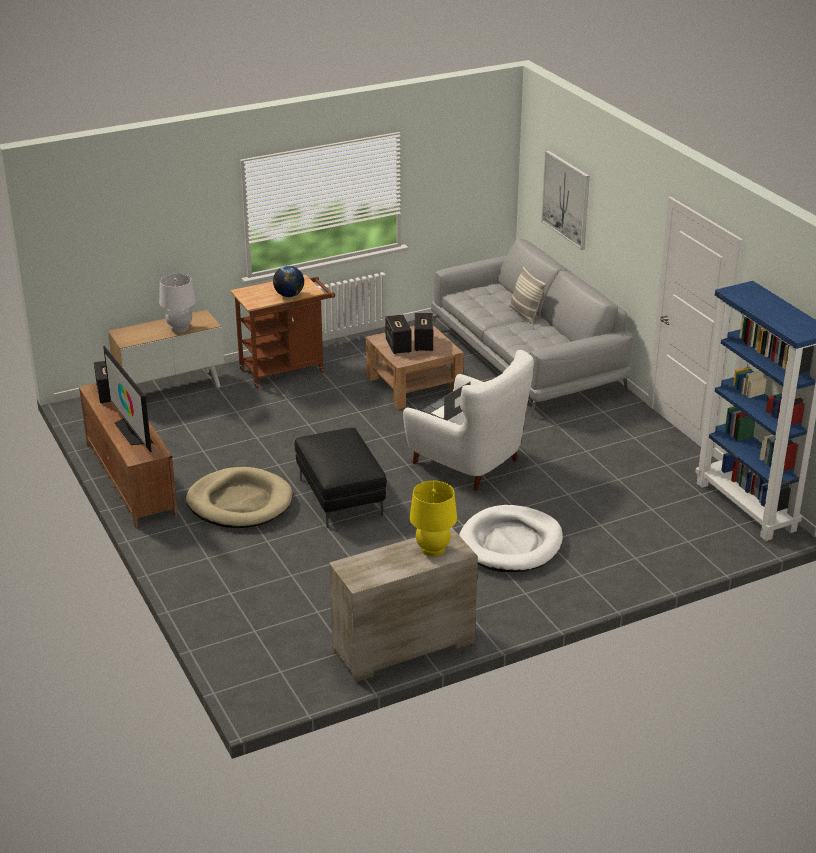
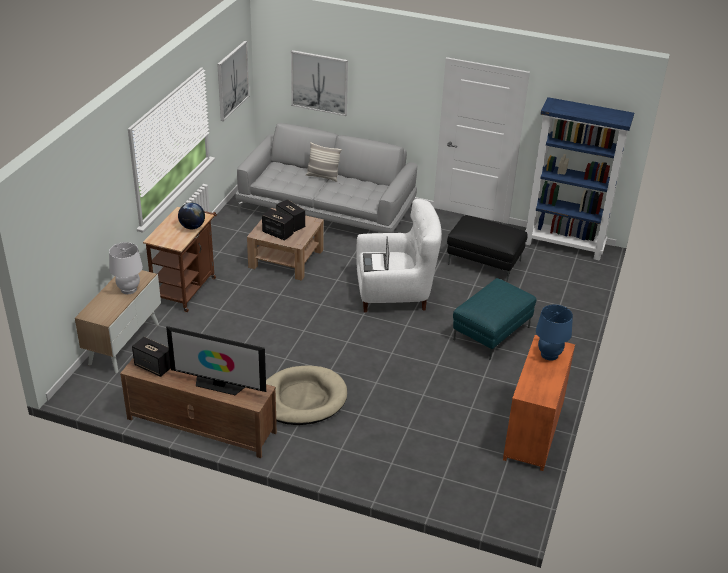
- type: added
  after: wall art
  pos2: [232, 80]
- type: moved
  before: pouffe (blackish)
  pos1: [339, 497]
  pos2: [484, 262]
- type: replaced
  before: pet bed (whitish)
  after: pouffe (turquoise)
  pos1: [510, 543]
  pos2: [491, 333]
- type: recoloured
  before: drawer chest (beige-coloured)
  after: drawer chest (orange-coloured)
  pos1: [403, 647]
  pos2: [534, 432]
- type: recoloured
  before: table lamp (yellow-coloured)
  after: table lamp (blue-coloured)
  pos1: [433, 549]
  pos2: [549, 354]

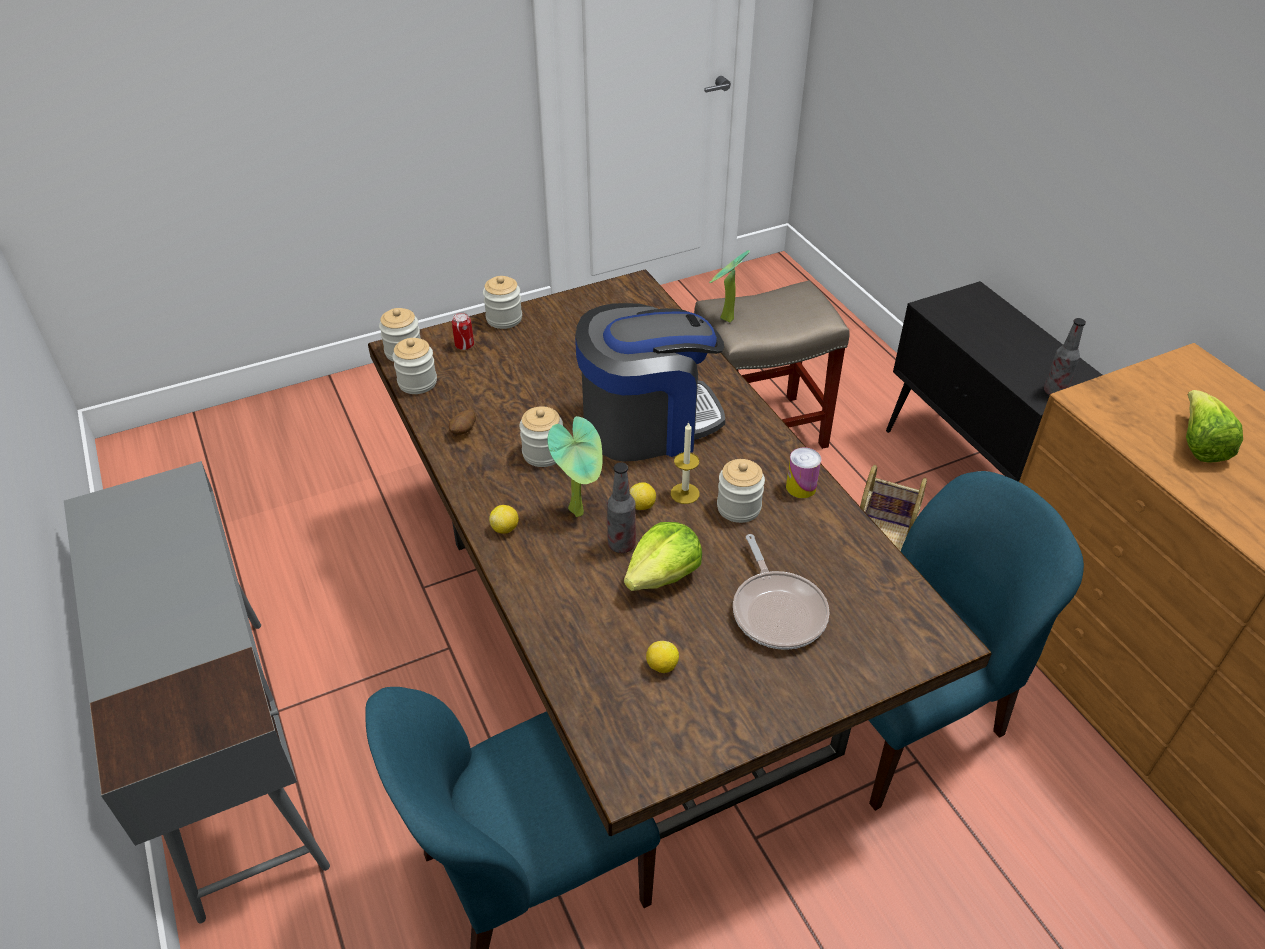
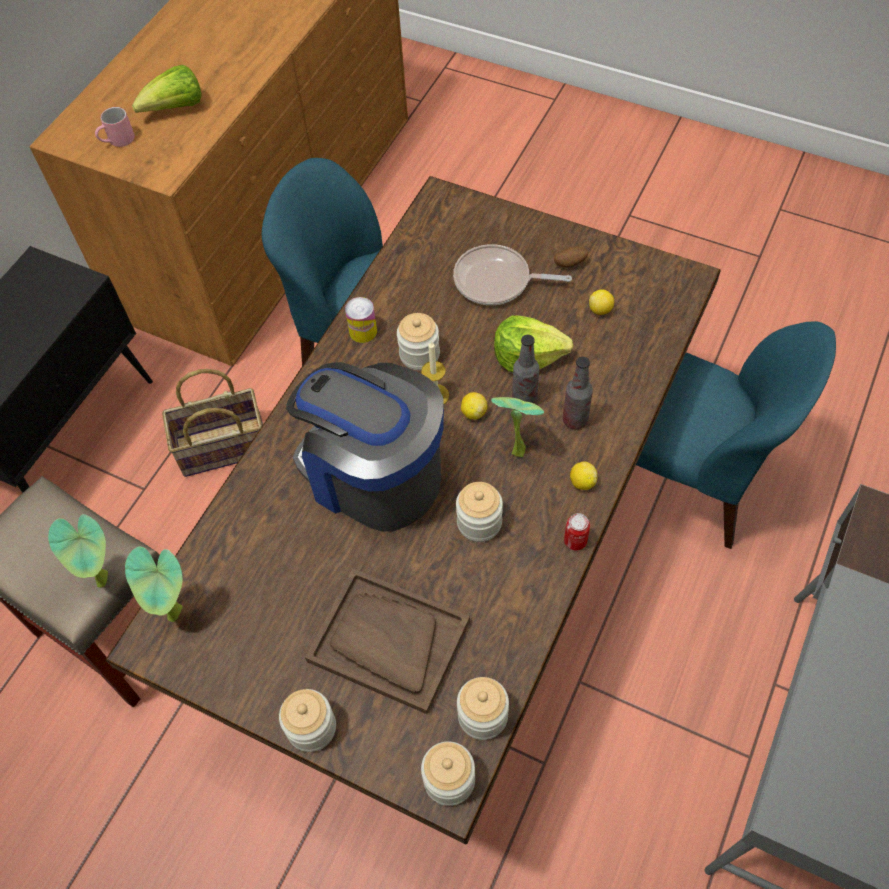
- type: added
  after: tea mug (pink-coloured)
  pos2: [118, 141]
- type: added
  after: potted plant
  pos2: [177, 615]
- type: added
  after: tray (brown-coloured)
  pos2: [388, 641]
- type: moved
  before: whole potato
  pos1: [464, 431]
  pos2: [570, 263]
- type: moved
  before: can
  pos1: [464, 345]
  pos2: [575, 541]
- type: moved
  before: bottle
  pos1: [1054, 391]
  pos2: [575, 420]
- type: turned
  before: skillet
  pos1: [777, 610]
  pos2: [497, 281]
  turn: -120

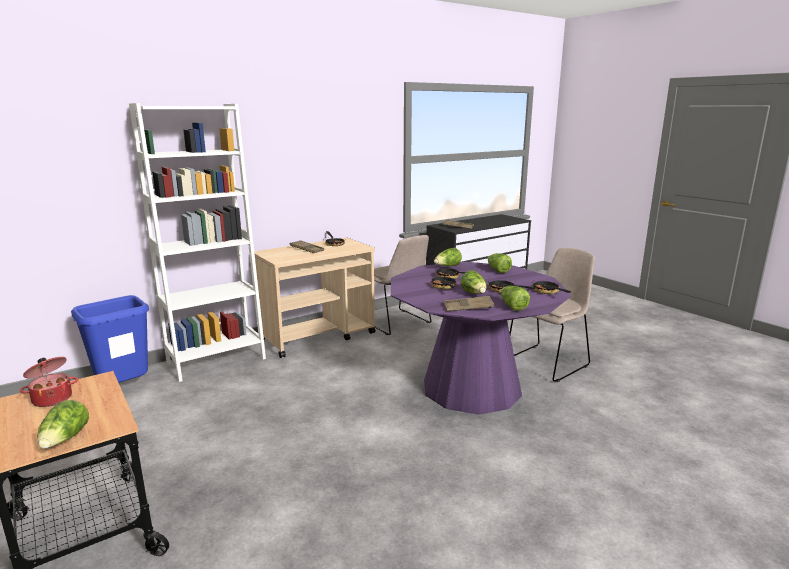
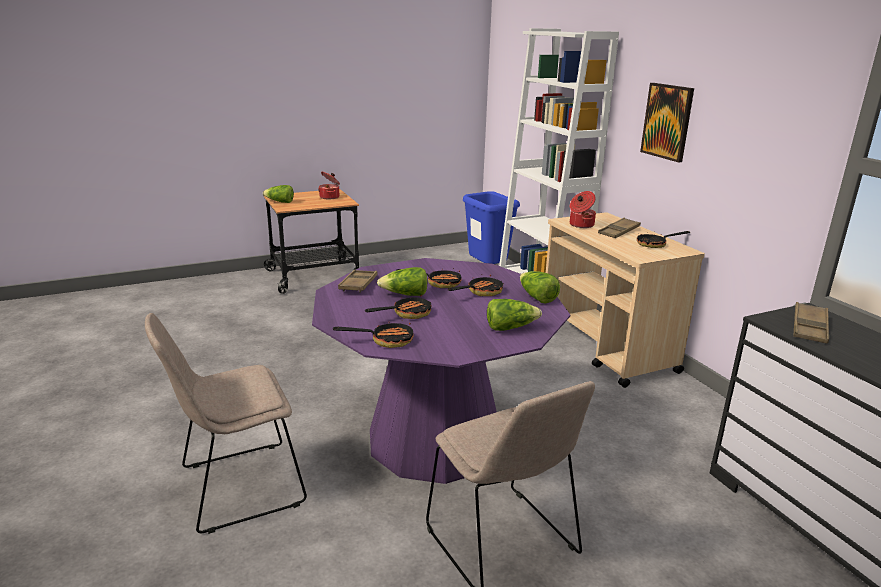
- type: removed
  before: head of lettuce
  pos1: [512, 306]
- type: added
  after: cooking pot
  pos2: [580, 225]
- type: added
  after: wall art
  pos2: [667, 121]
- type: moved
  before: upright chair (beige-coloured)
  pos1: [397, 323]
  pos2: [237, 487]

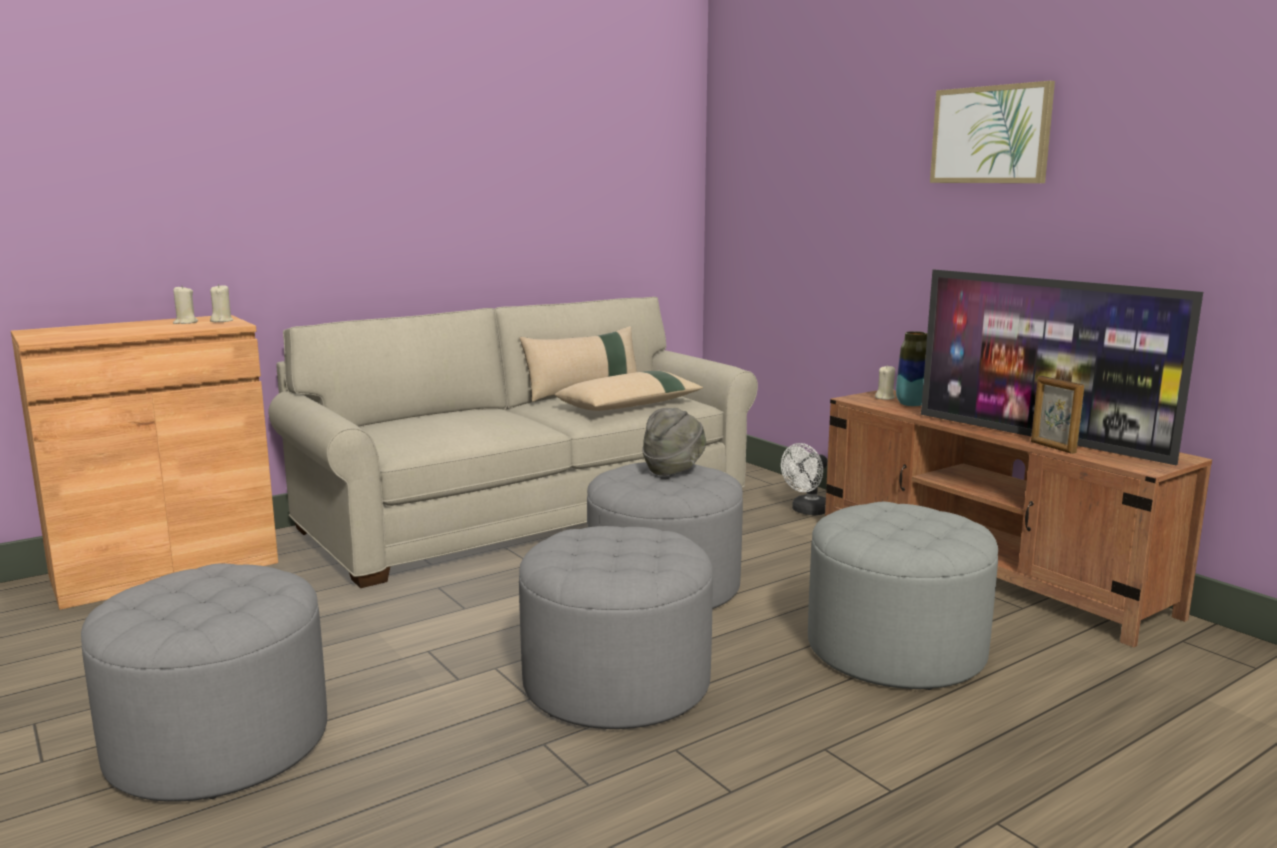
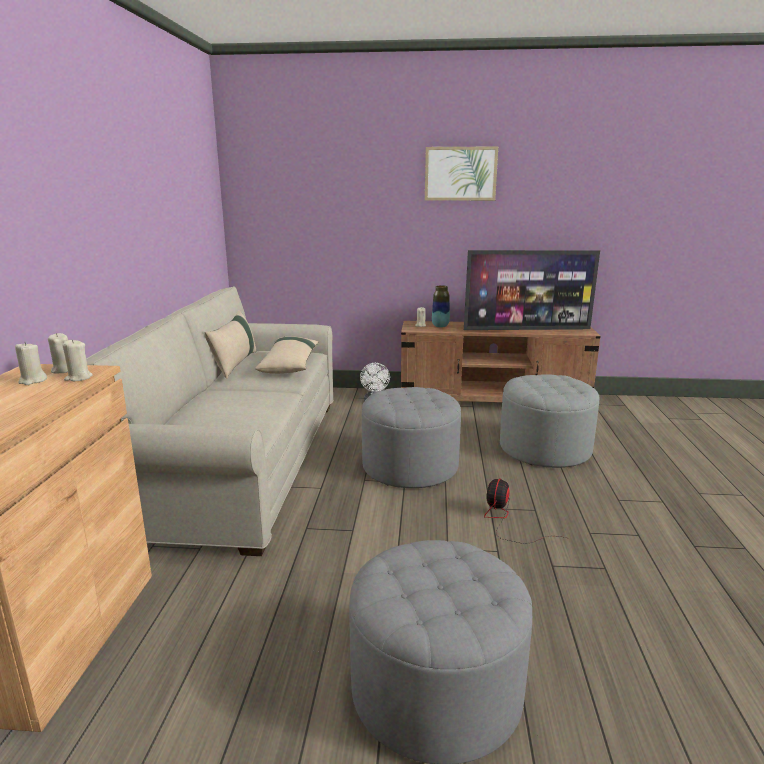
- type: removed
  before: clothing hat (greyish)
  pos1: [673, 470]
- type: removed
  before: standing frame
  pos1: [1052, 447]
- type: added
  after: wax candle (beige-coloured)
  pos2: [78, 378]
- type: replaced
  before: pouffe (greyish)
  after: cooling fan
  pos1: [616, 682]
  pos2: [506, 521]

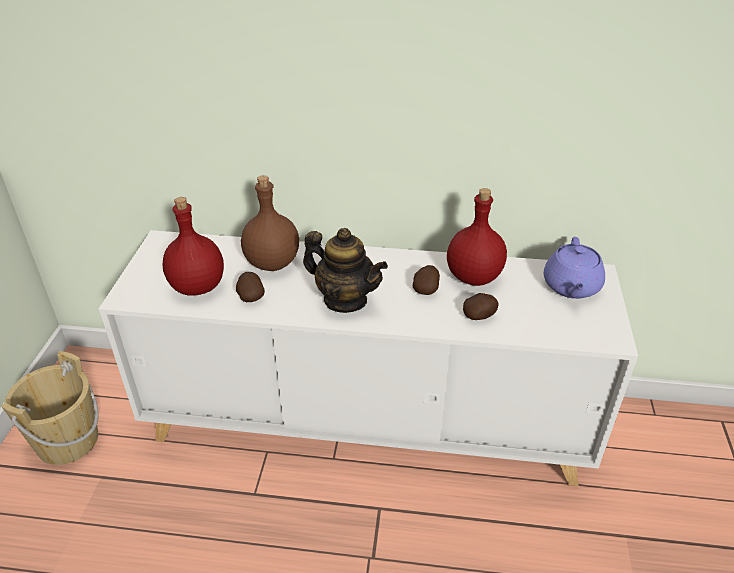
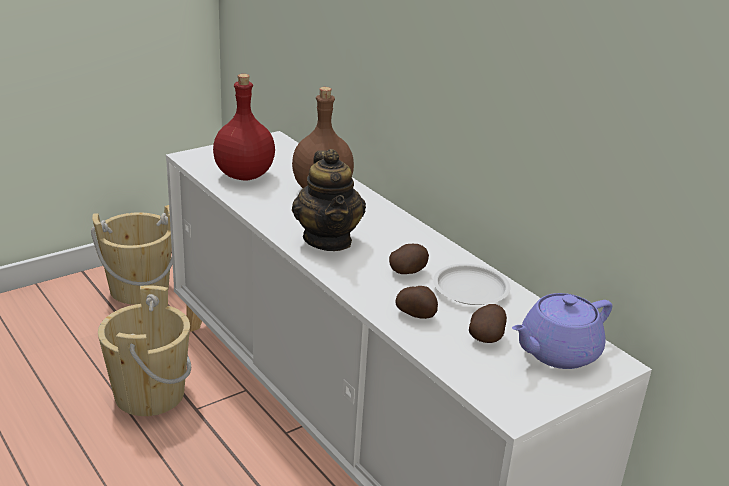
- type: added
  after: water bucket (beige-coloured)
  pos2: [149, 394]
- type: moved
  before: whole potato
  pos1: [250, 296]
  pos2: [487, 337]
- type: replaced
  before: bottle (reddish)
  after: plate (whitish)
  pos1: [474, 277]
  pos2: [470, 290]

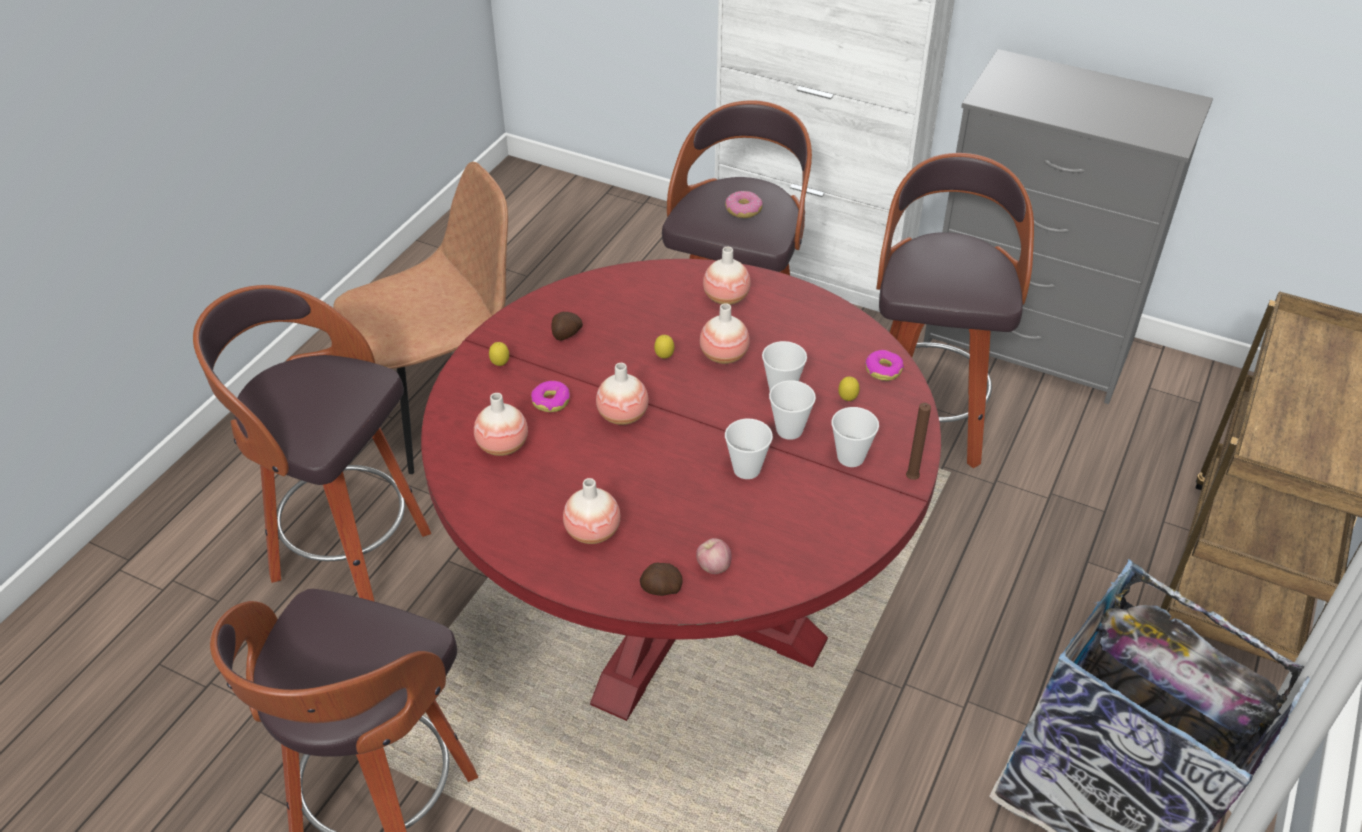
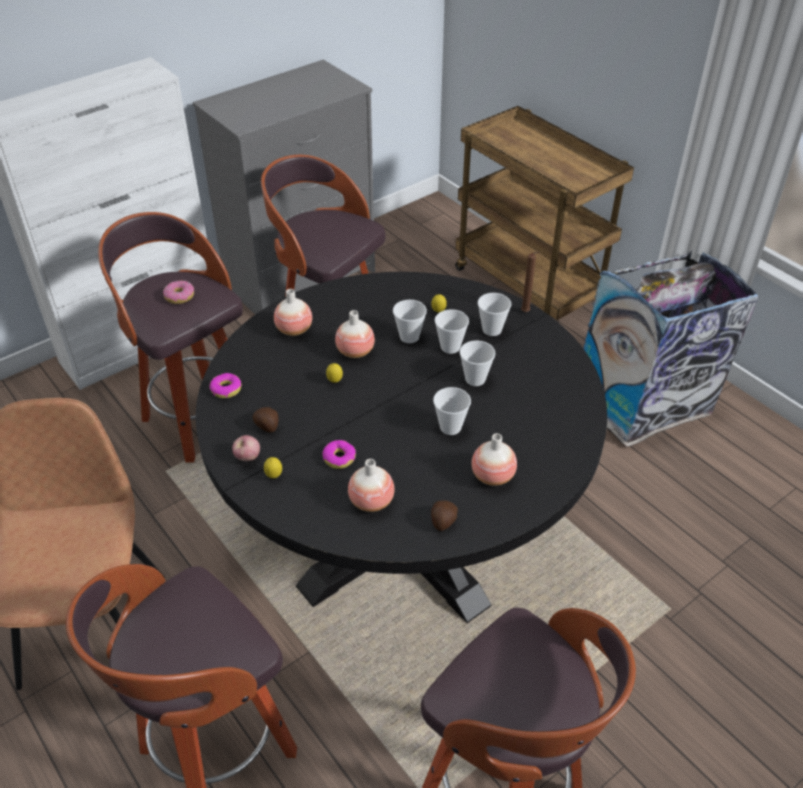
- type: removed
  before: decorative vase
  pos1: [622, 416]
- type: added
  after: small cup
  pos2: [450, 427]
- type: moved
  before: whole potato
  pos1: [661, 589]
  pos2: [442, 522]
- type: moved
  before: whole apple
  pos1: [713, 567]
  pos2: [247, 457]
- type: moved
  before: ring doughnut
  pos1: [883, 370]
  pos2: [226, 389]
- type: recoloured
  before: dinner table (reddish)
  after: dinner table (blackish)
  pos1: [681, 598]
  pos2: [401, 535]

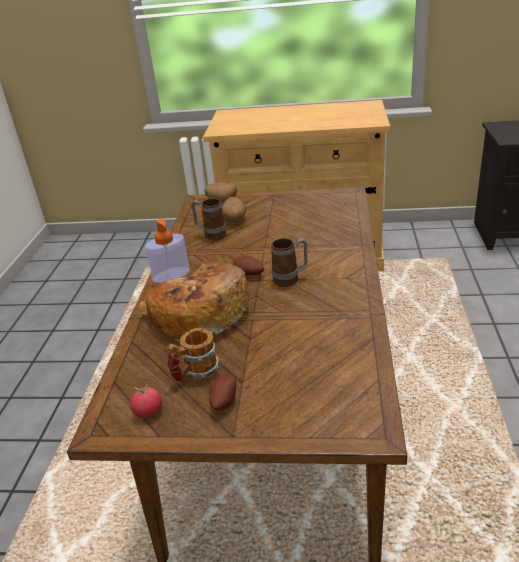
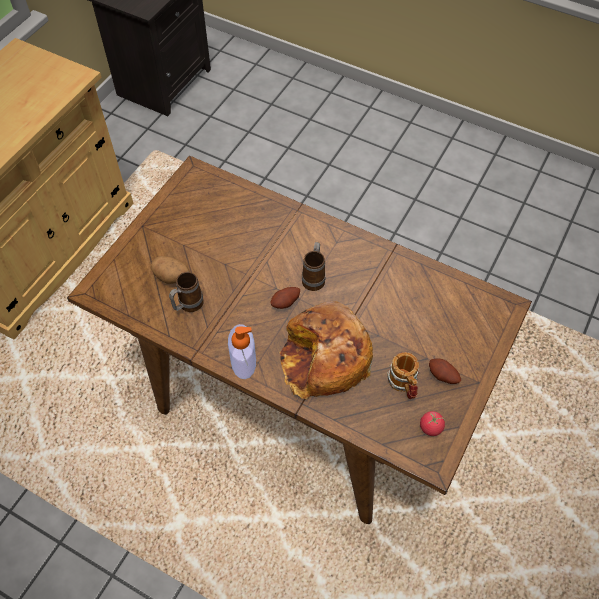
- type: removed
  before: whole potato
  pos1: [222, 201]

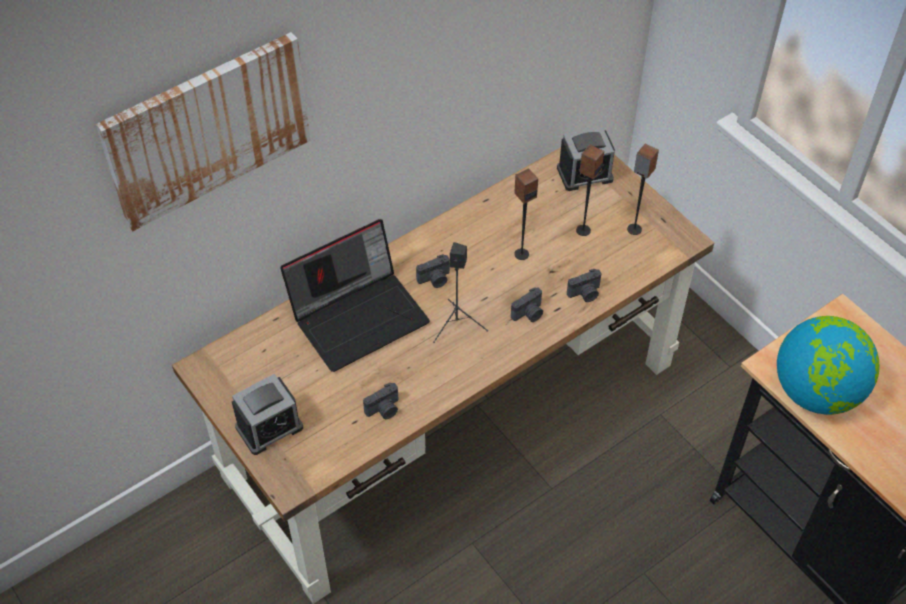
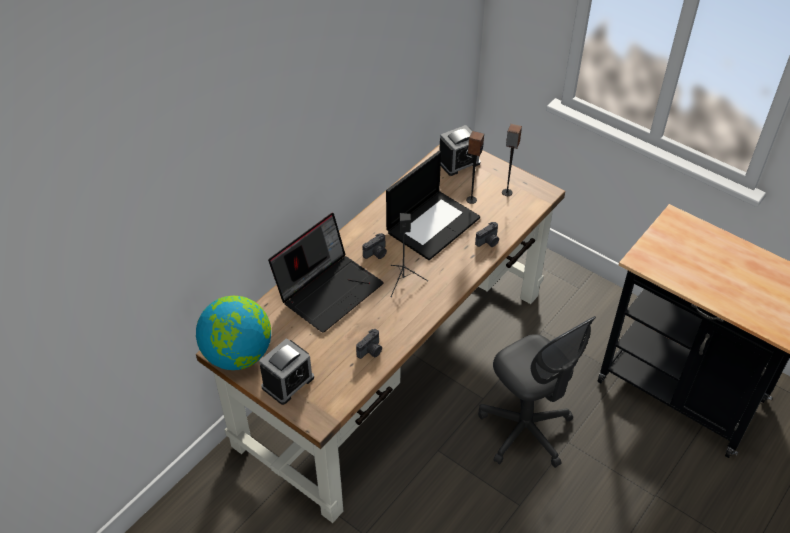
- type: removed
  before: wall art
  pos1: [207, 129]
- type: removed
  before: still camera
  pos1: [529, 314]
- type: added
  after: office chair (greyish)
  pos2: [525, 430]
- type: moved
  before: globe
  pos1: [816, 392]
  pos2: [238, 355]
- type: replaced
  before: audio speaker
  after: notebook computer
  pos1: [521, 254]
  pos2: [433, 224]

